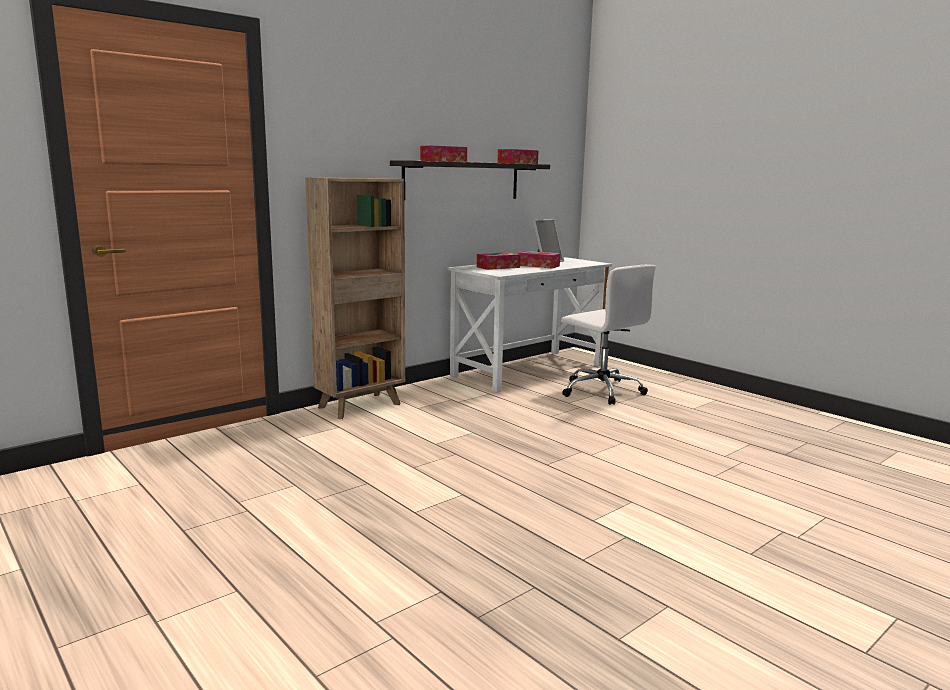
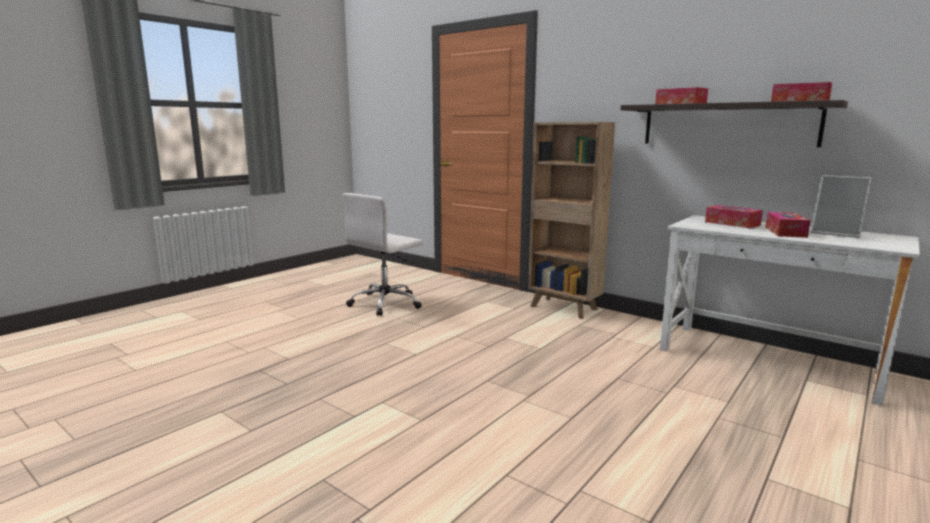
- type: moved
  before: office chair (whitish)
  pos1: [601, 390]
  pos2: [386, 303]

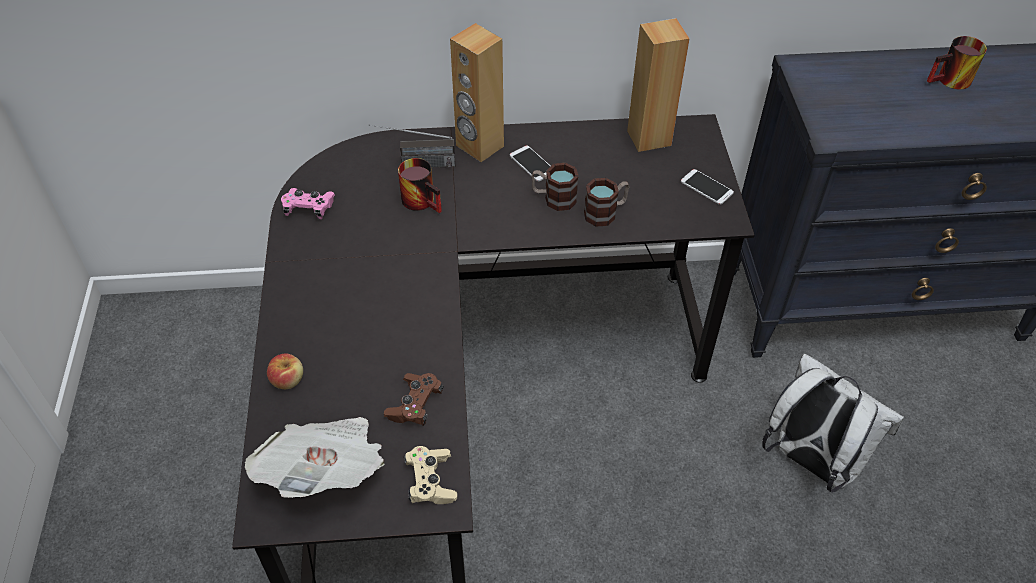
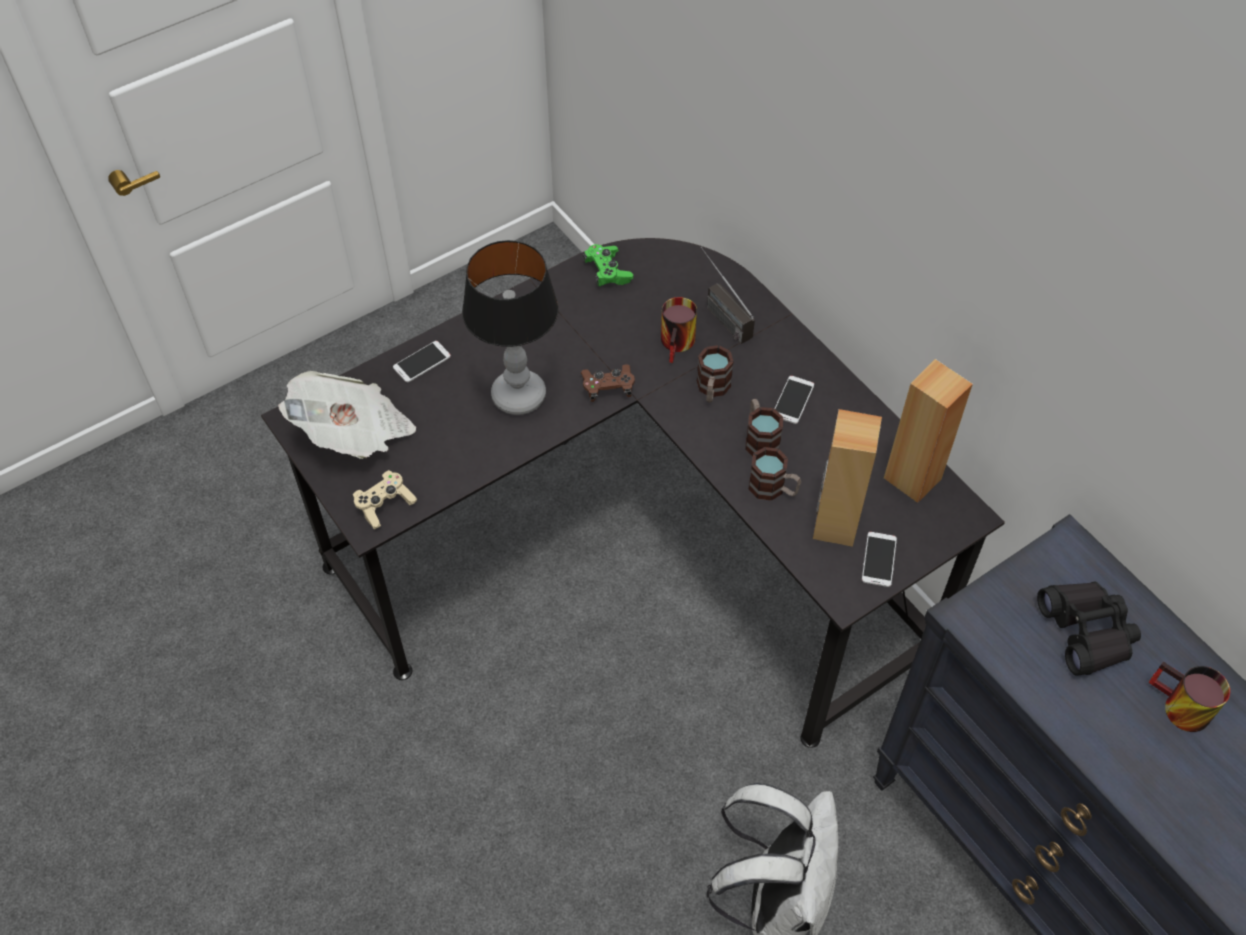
- type: added
  after: table lamp
  pos2: [520, 396]
- type: added
  after: tea mug
  pos2: [712, 389]
- type: added
  after: field glasses (blackish)
  pos2: [1086, 632]
- type: moved
  before: joypad (brown-coloured)
  pos1: [415, 405]
  pos2: [608, 388]
- type: moved
  before: audio speaker (brown-coloured)
  pos1: [479, 146]
  pos2: [834, 524]
- type: replaced
  before: whole apple
  after: telephone
  pos1: [288, 380]
  pos2: [422, 362]
- type: recoloured
  before: joypad (pink-coloured)
  after: joypad (greenish)
  pos1: [309, 209]
  pos2: [607, 272]

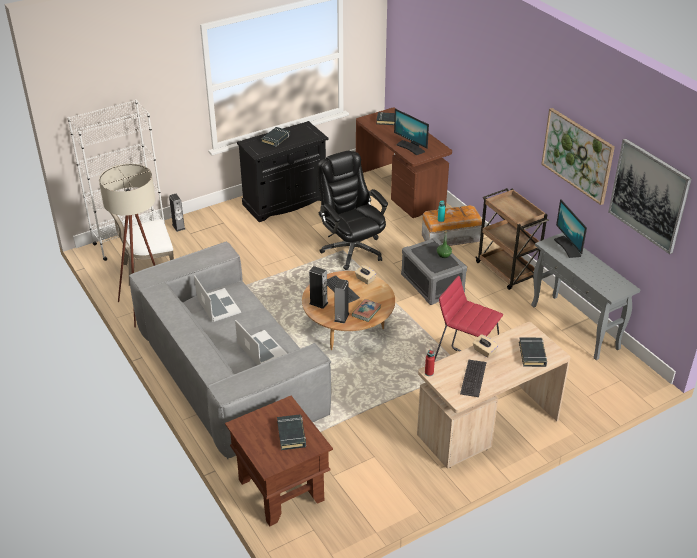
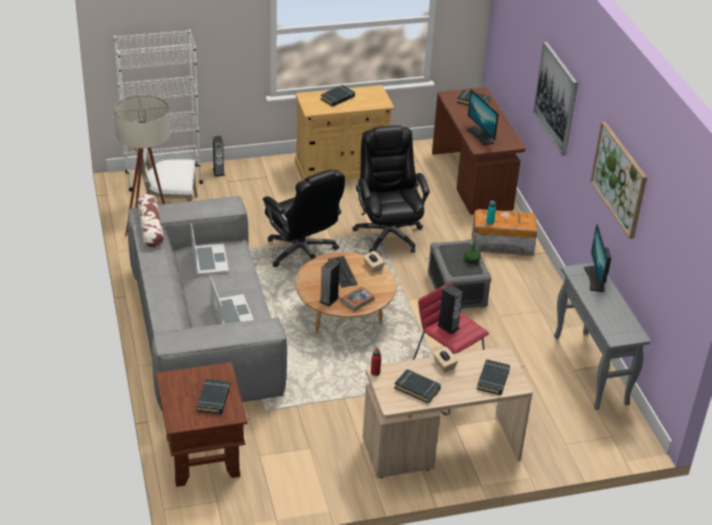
- type: removed
  before: wheeled cart (brown-coloured)
  pos1: [507, 271]
- type: added
  after: throw pillow
  pos2: [150, 228]
- type: added
  after: office chair (blackish)
  pos2: [302, 252]
- type: moved
  before: audio speaker
  pos1: [318, 303]
  pos2: [448, 327]
- type: moved
  before: wall art
  pos1: [649, 195]
  pos2: [556, 98]
- type: replaced
  before: PC keyboard
  after: bound book (blackish)
  pos1: [472, 378]
  pos2: [417, 388]
- type: recoloured
  before: storage cabinet (blackish)
  after: storage cabinet (beige-coloured)
  pos1: [285, 202]
  pos2: [341, 168]

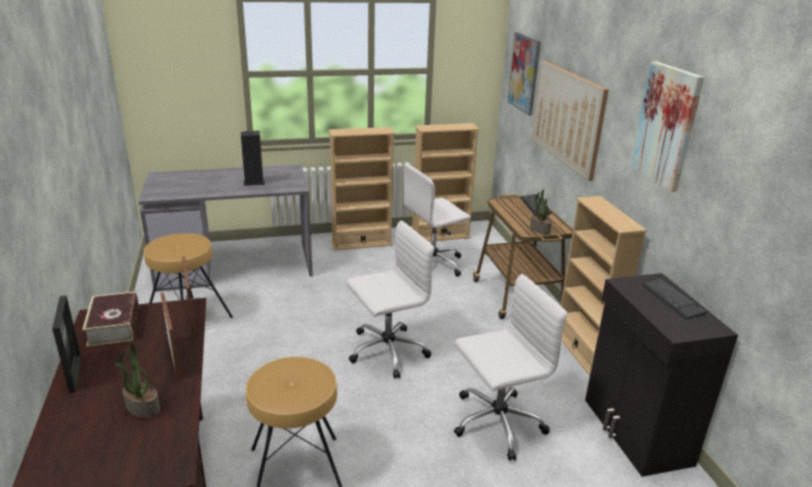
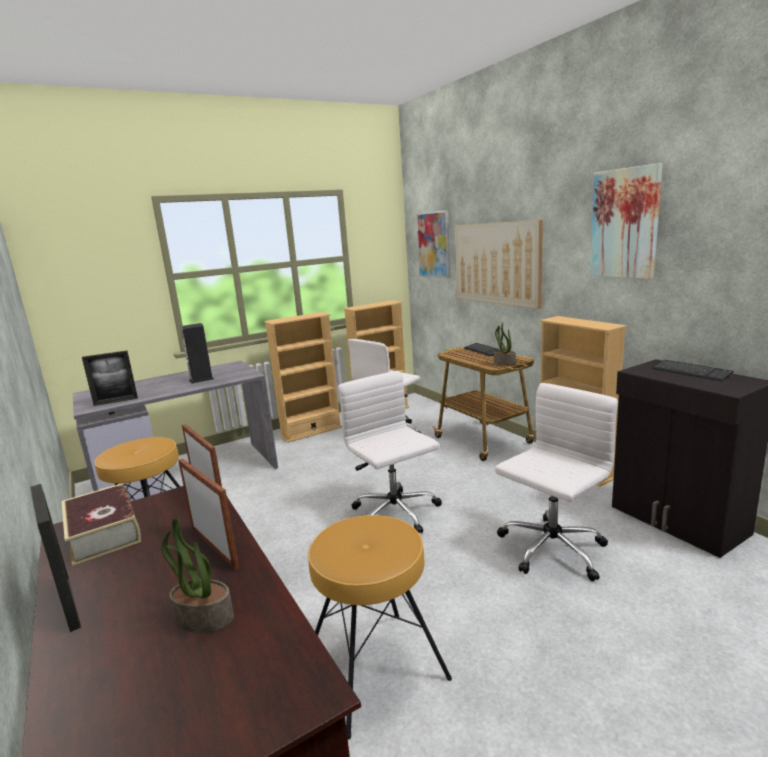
- type: added
  after: standing frame
  pos2: [116, 401]
- type: turned
  before: office chair (whitish)
  pos1: [386, 351]
  pos2: [395, 515]
  turn: -75

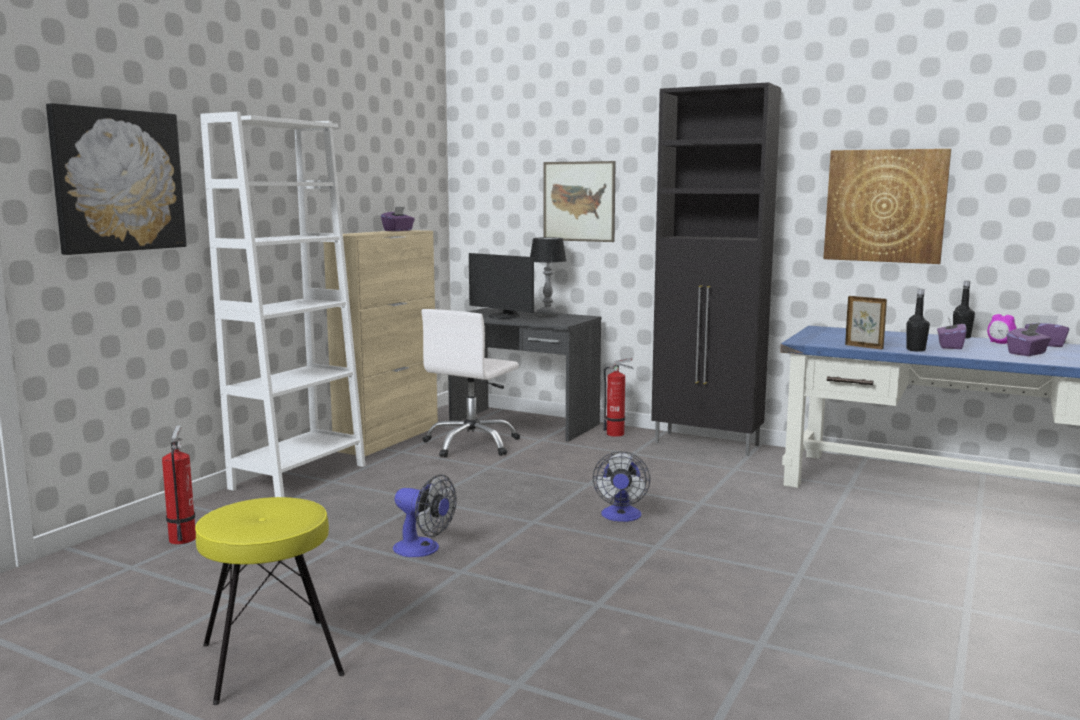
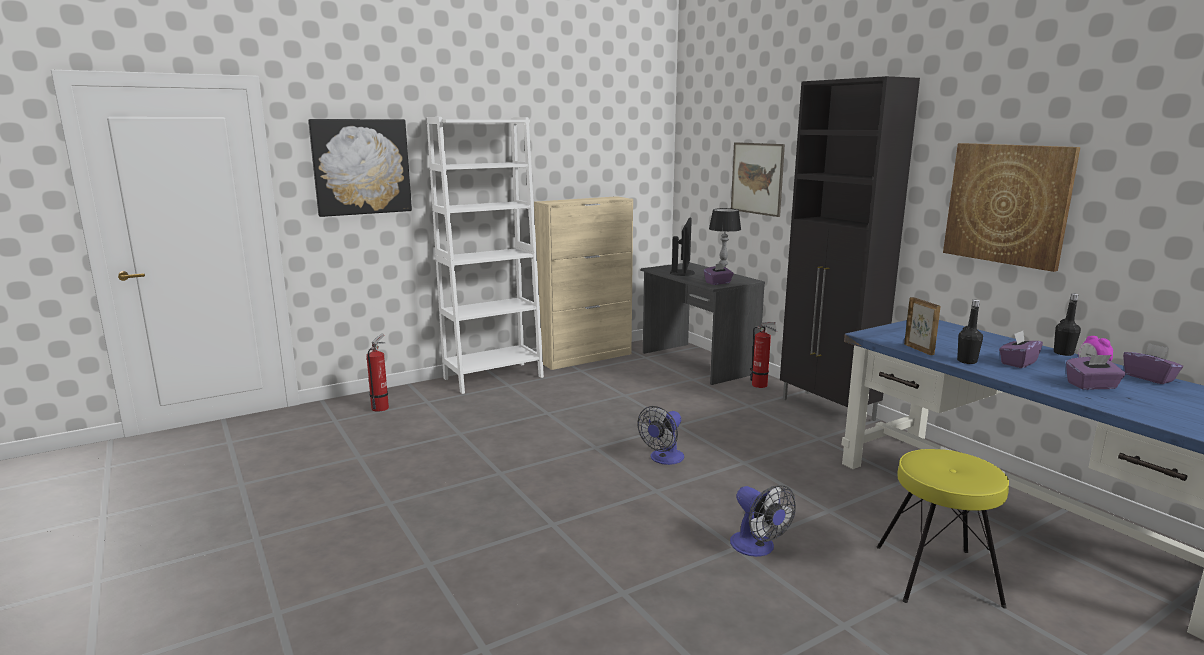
- type: removed
  before: office chair (whitish)
  pos1: [472, 444]
- type: moved
  before: sitting stool (yellow-coloured)
  pos1: [270, 659]
  pos2: [936, 574]
- type: moved
  before: box of tissues (purple)
  pos1: [398, 230]
  pos2: [718, 283]
- type: moved
  before: cooling fan
  pos1: [423, 550]
  pos2: [757, 548]
- type: turned
  before: computer screen
  pos1: [503, 317]
  pos2: [683, 273]
  turn: -150

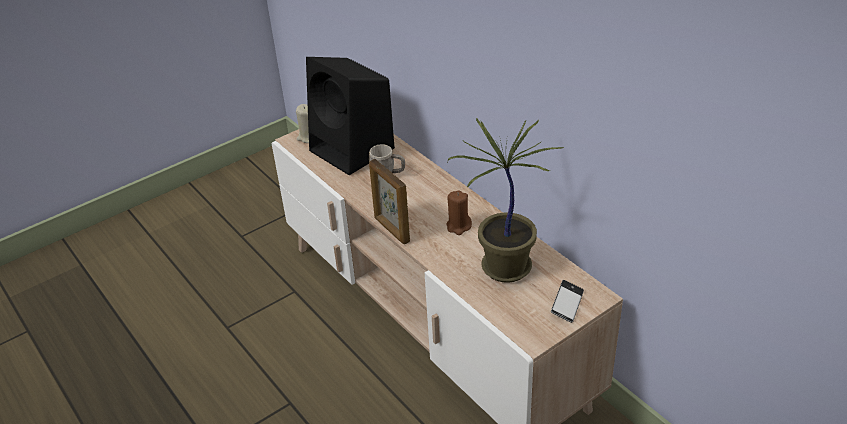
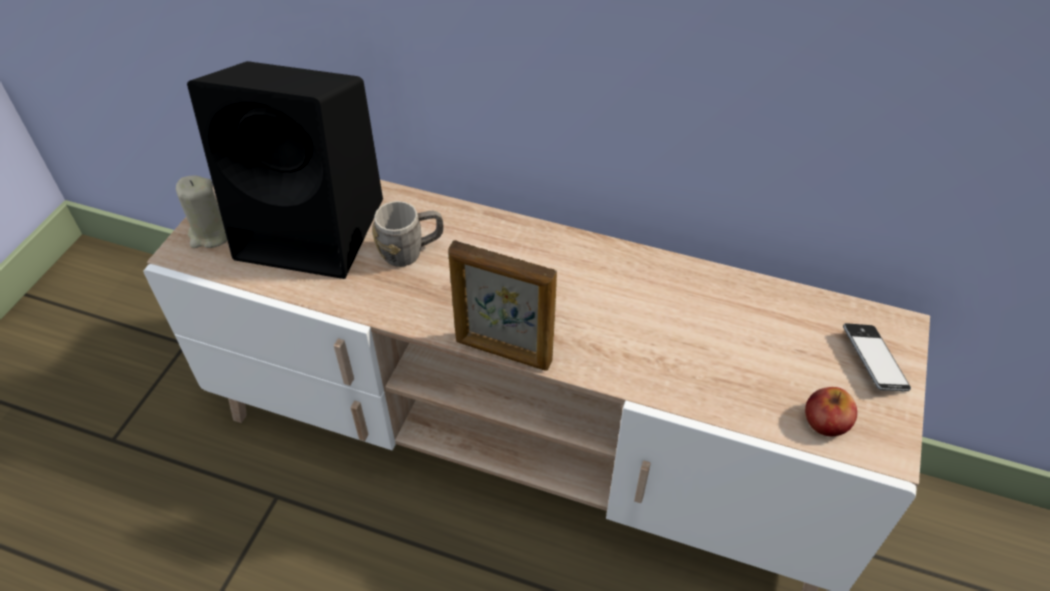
- type: removed
  before: wax candle (brown-coloured)
  pos1: [458, 226]
- type: removed
  before: potted plant
  pos1: [504, 268]
- type: added
  after: whole apple
  pos2: [826, 421]

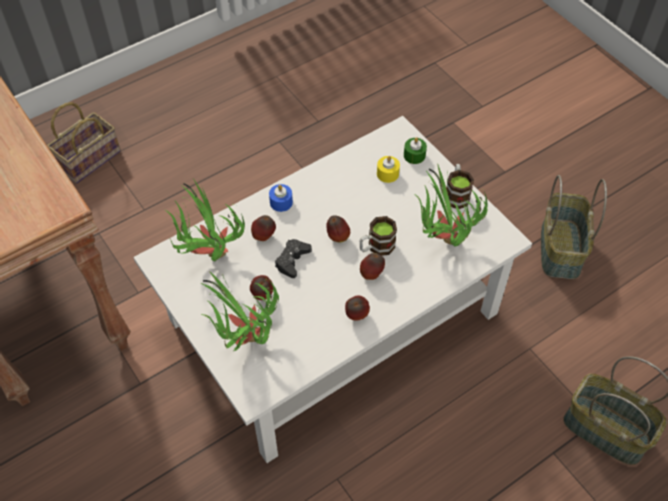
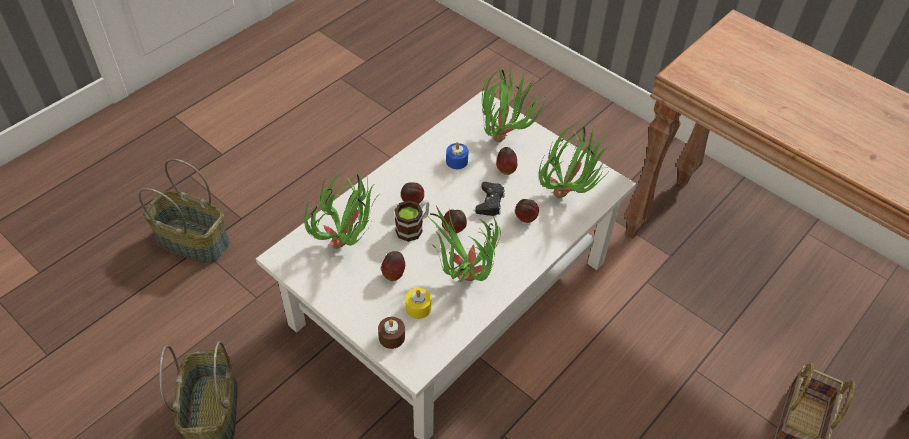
- type: removed
  before: tea mug
  pos1: [456, 194]
- type: added
  after: potted plant
  pos2: [462, 281]
- type: moved
  before: wax candle (blue-coloured)
  pos1: [281, 202]
  pos2: [457, 161]
- type: moved
  before: whole apple
  pos1: [356, 315]
  pos2: [394, 275]
- type: recoloured
  before: wax candle (greenish)
  after: wax candle (brown-coloured)
  pos1: [414, 155]
  pos2: [391, 337]

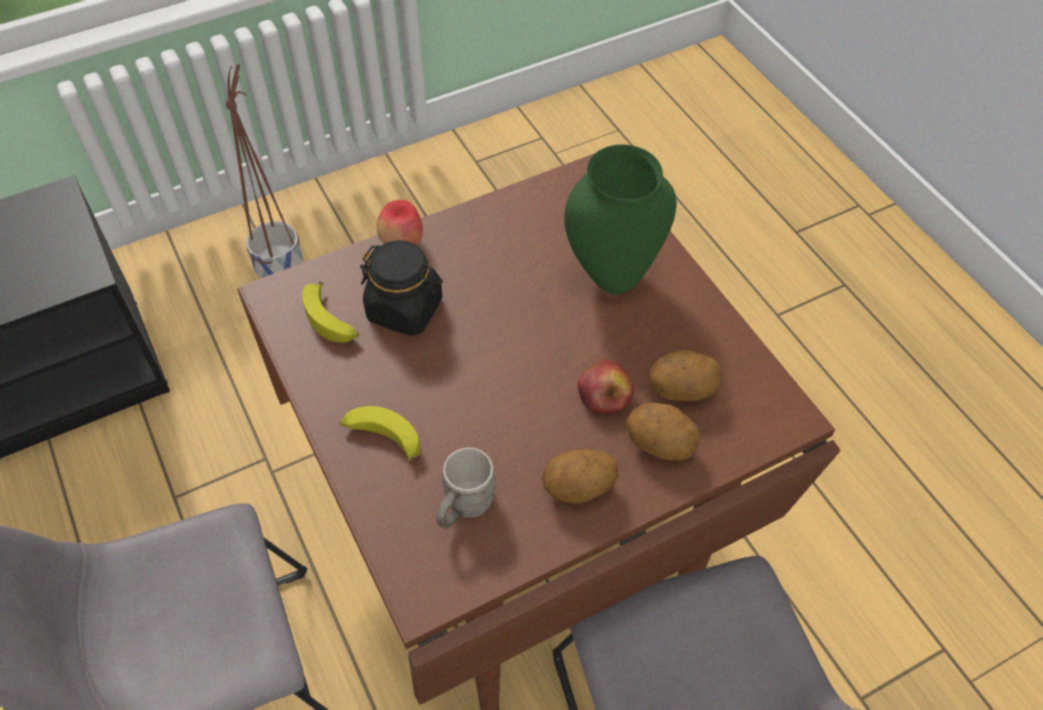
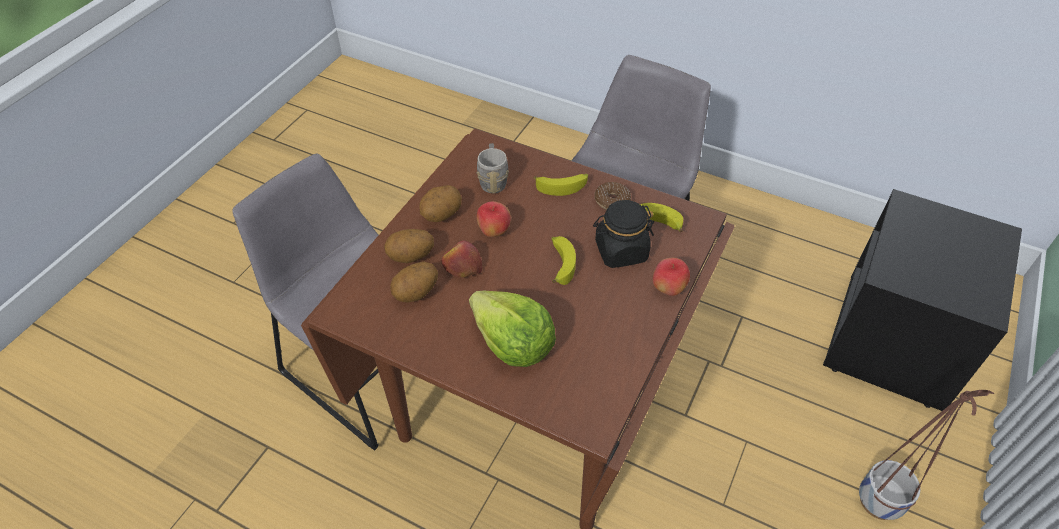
- type: added
  after: whole apple
  pos2: [494, 232]
- type: added
  after: banana fruit
  pos2: [560, 263]
- type: added
  after: ring doughnut
  pos2: [612, 201]
- type: replaced
  before: decorative vase (greenish)
  after: head of lettuce
  pos1: [612, 277]
  pos2: [512, 343]

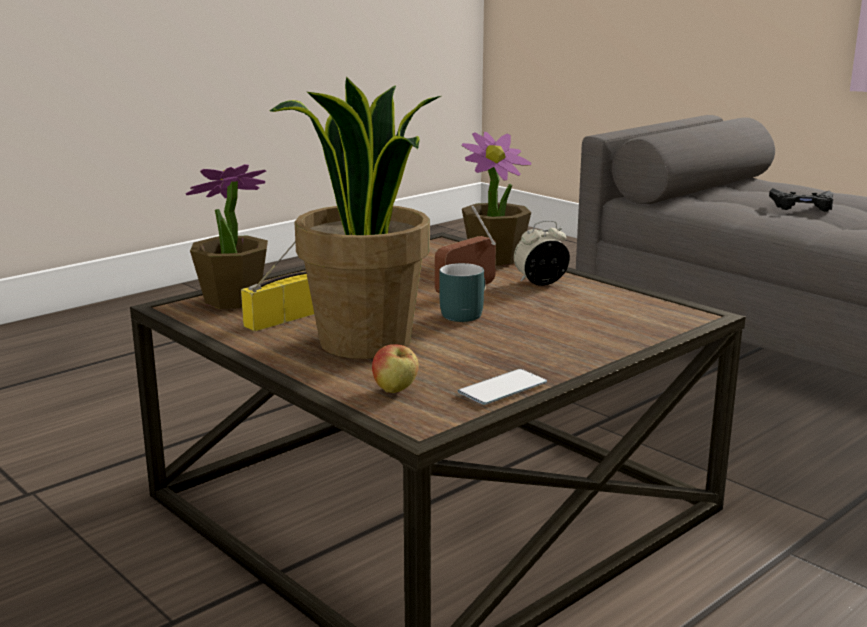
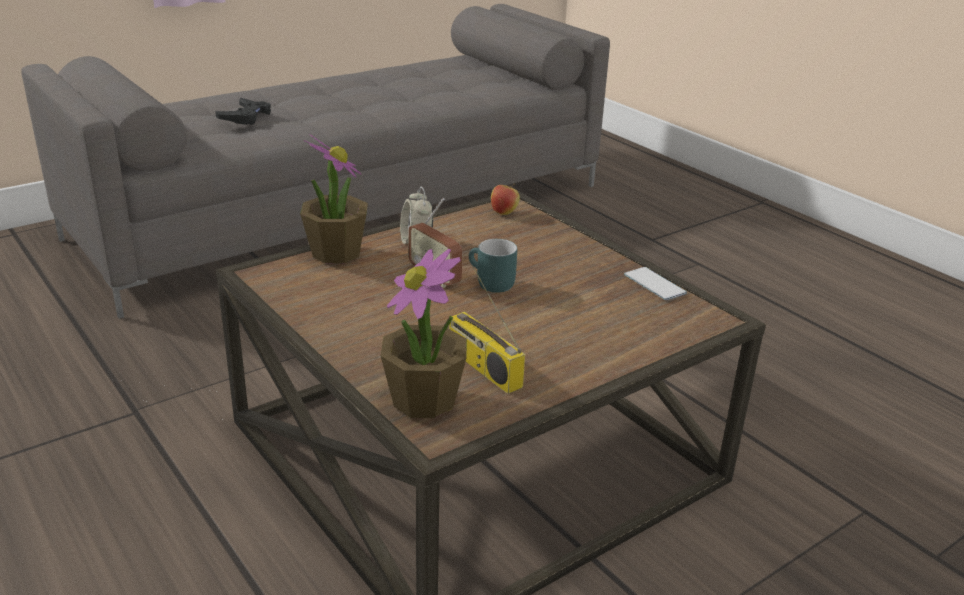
- type: removed
  before: potted plant
  pos1: [366, 343]
- type: moved
  before: whole apple
  pos1: [395, 391]
  pos2: [504, 213]

